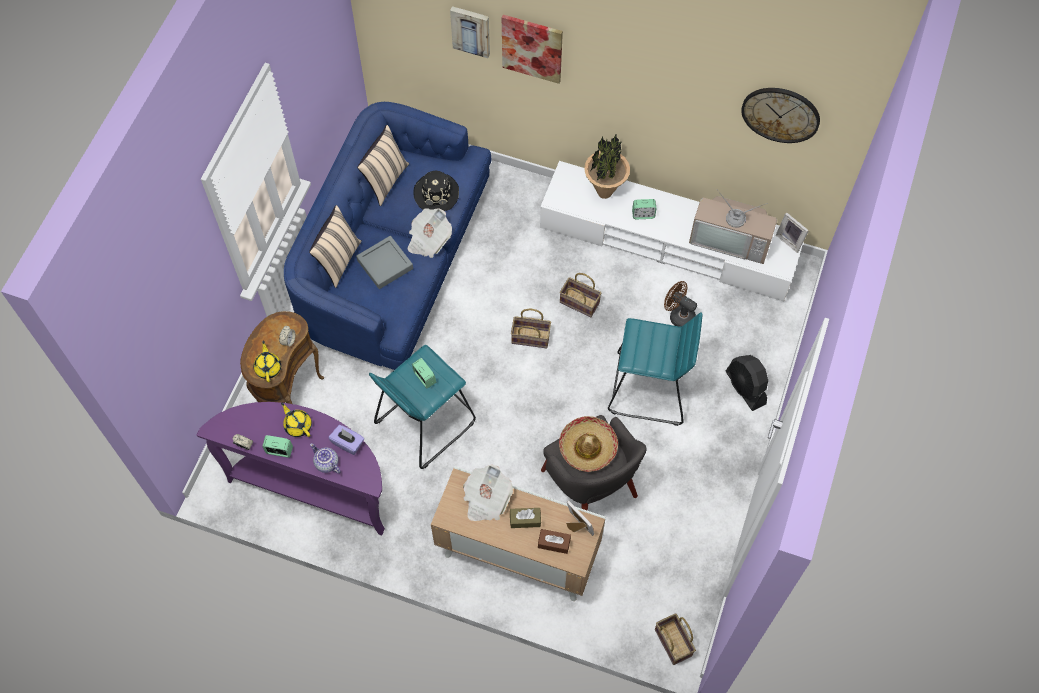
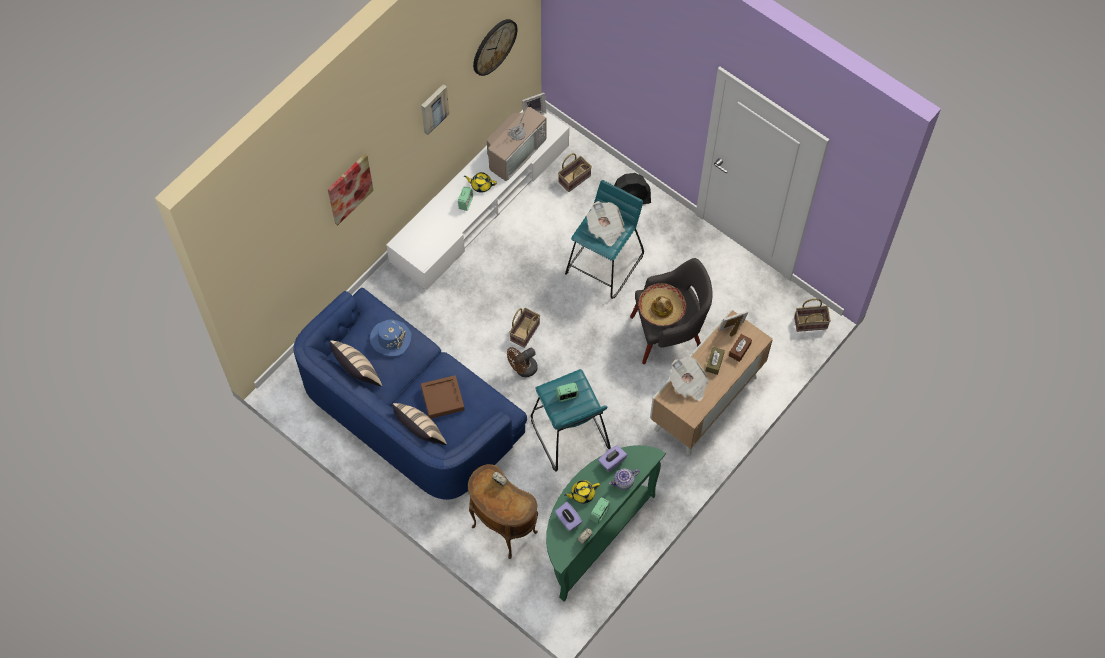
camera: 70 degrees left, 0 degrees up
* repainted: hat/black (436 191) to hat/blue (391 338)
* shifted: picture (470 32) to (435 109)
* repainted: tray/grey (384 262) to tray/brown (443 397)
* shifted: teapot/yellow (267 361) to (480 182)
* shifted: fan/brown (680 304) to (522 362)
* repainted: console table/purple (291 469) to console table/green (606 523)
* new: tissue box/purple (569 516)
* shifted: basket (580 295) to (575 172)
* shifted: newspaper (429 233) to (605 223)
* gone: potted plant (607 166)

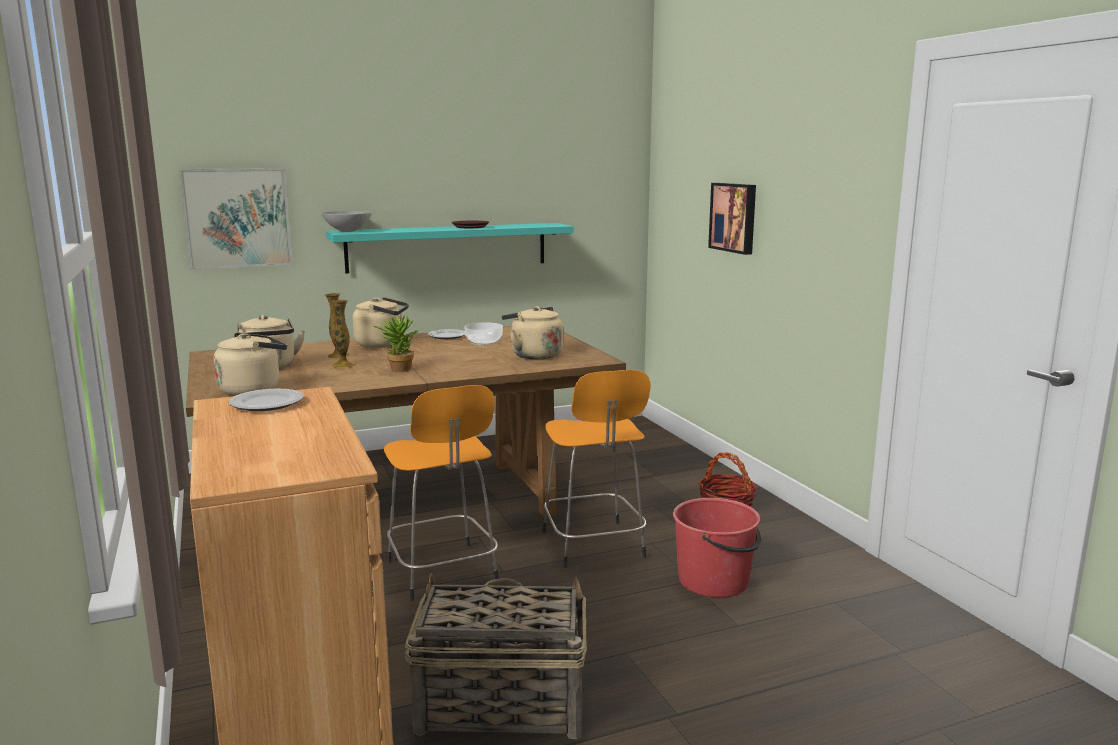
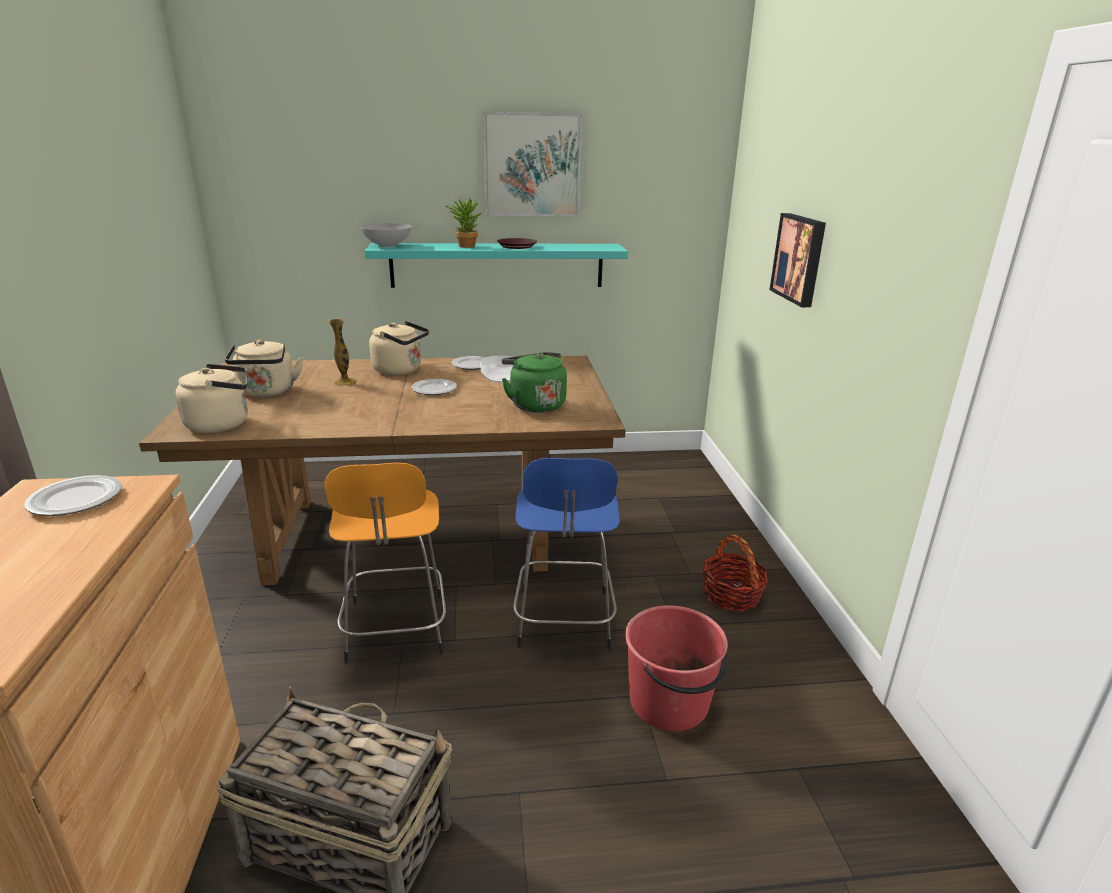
camera: 15 degrees right, 10 degrees up
* new: plate (434 387)
* shifted: potted plant (395 342) to (464 222)
* shifted: picture (235 219) to (532 163)
* repainted: kettle/beige (532 332) to kettle/green (534 382)
* repainted: stool/orange (596 469) to stool/blue (566 554)
* gone: vase (343 334)

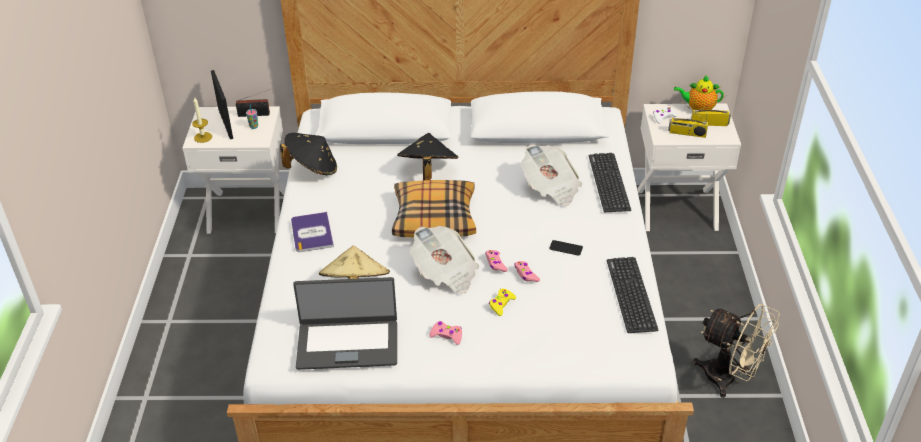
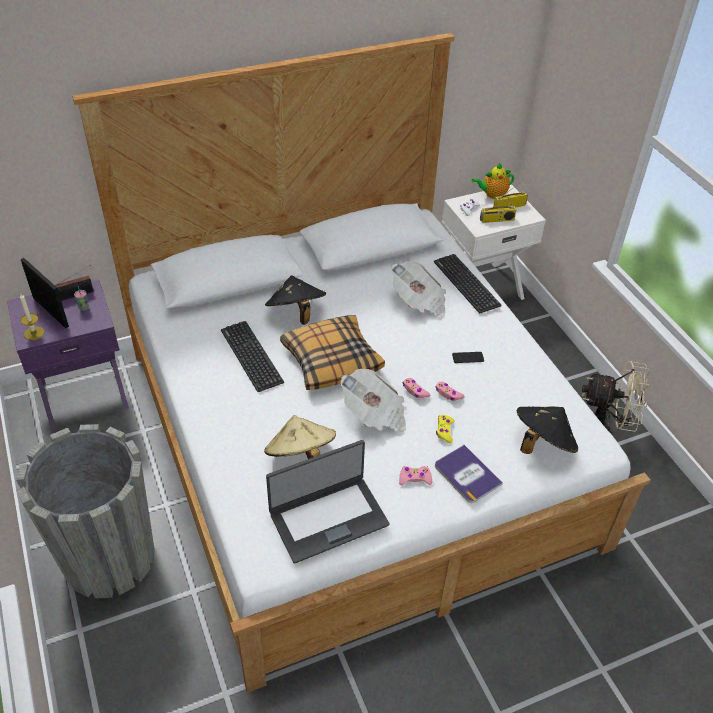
camera: 25 degrees left, 5 degrees up
* repainted: nightstand/white (234 170) to nightstand/purple (68 355)
* new: planter/grey (85 511)
* shifted: keyboard (632 295) to (252 356)
* shifted: book (312 232) to (469 474)
* shifted: hat/black (308 154) to (547 430)

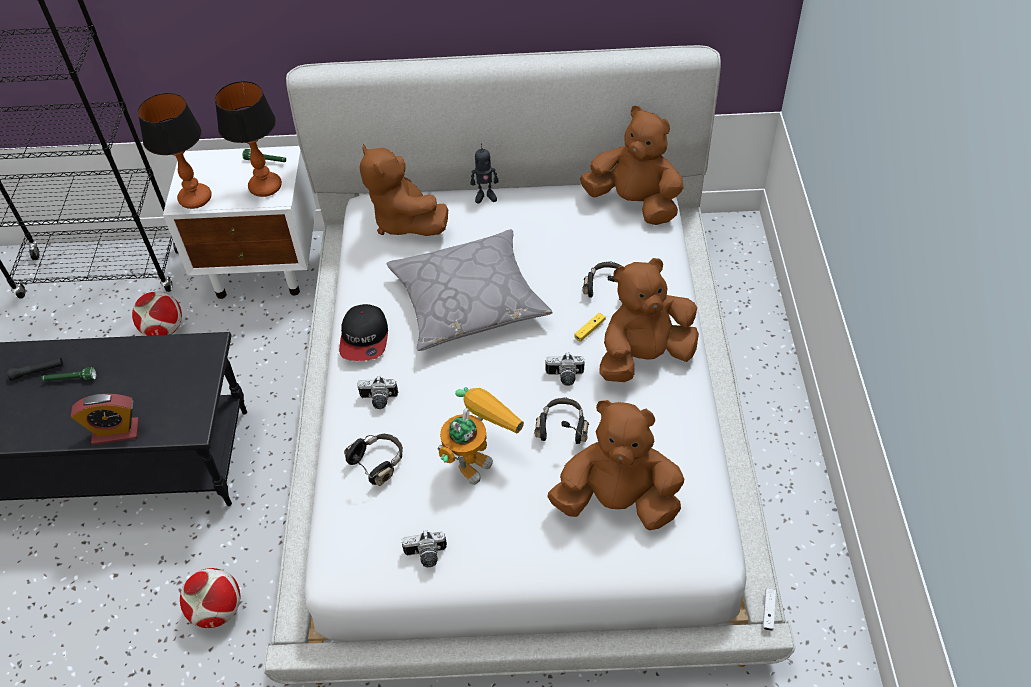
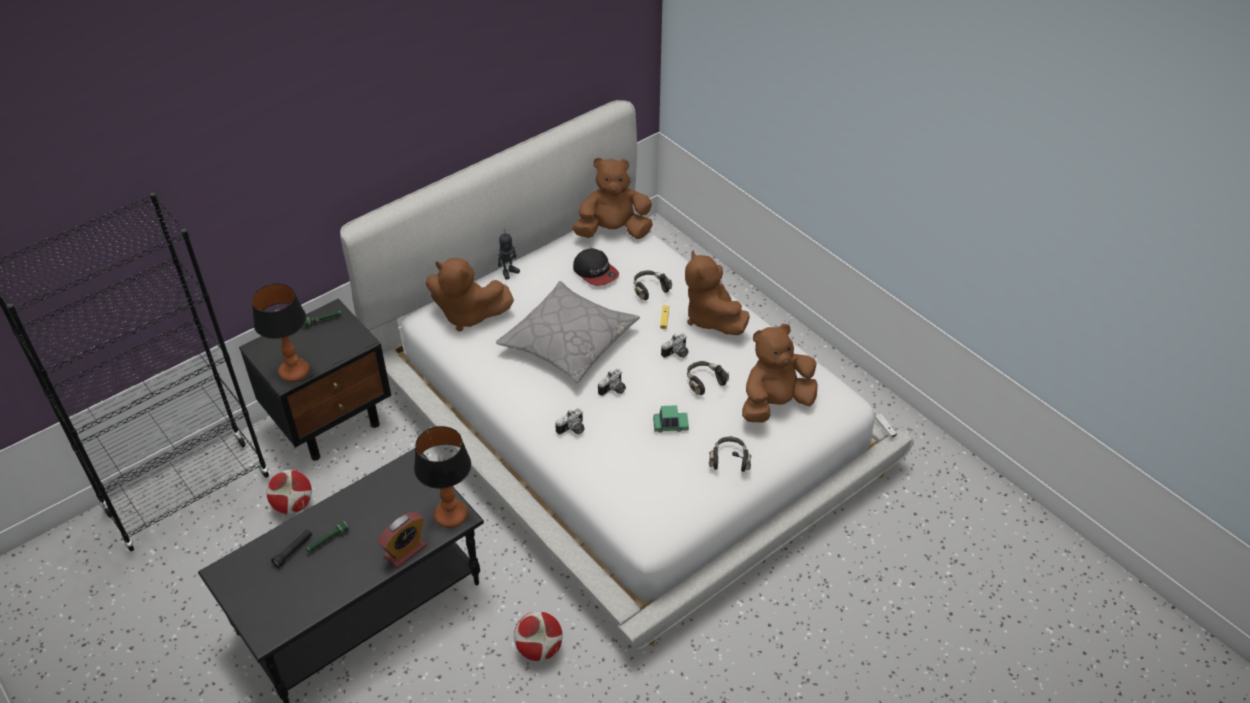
camera: 40 degrees left, 5 degrees down
* repainted: nightstand/white (239 222) to nightstand/black (315 380)
* shifted: table lamp (248 139) to (442 477)
* shifted: cap (363 332) to (596 267)
* shifted: photo camera (424 548) to (612 382)
* swapped: toy robot (481 436) to toy car (671 419)
* rotated: plush toy/brown (649 320) = (717 292) 45 degrees counterclockwise
* shifted: headphones/black (373 460) to (730 454)

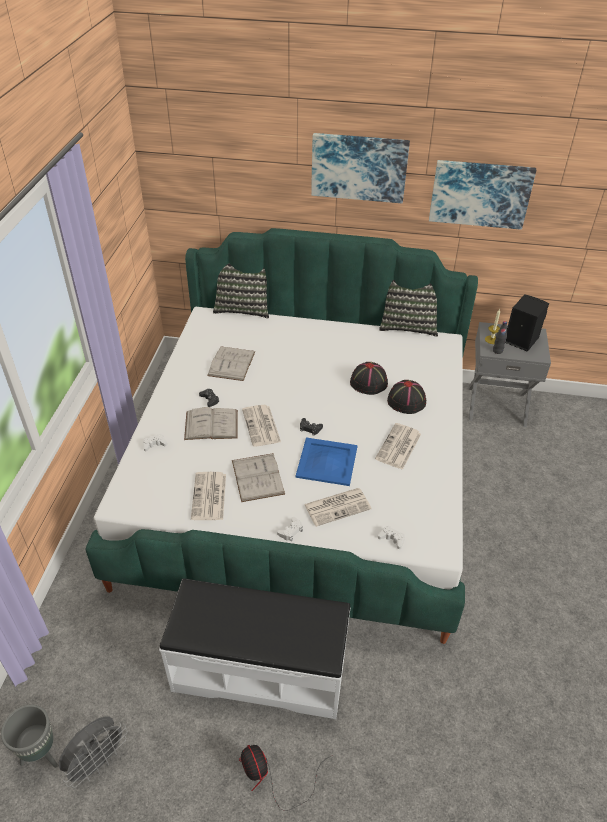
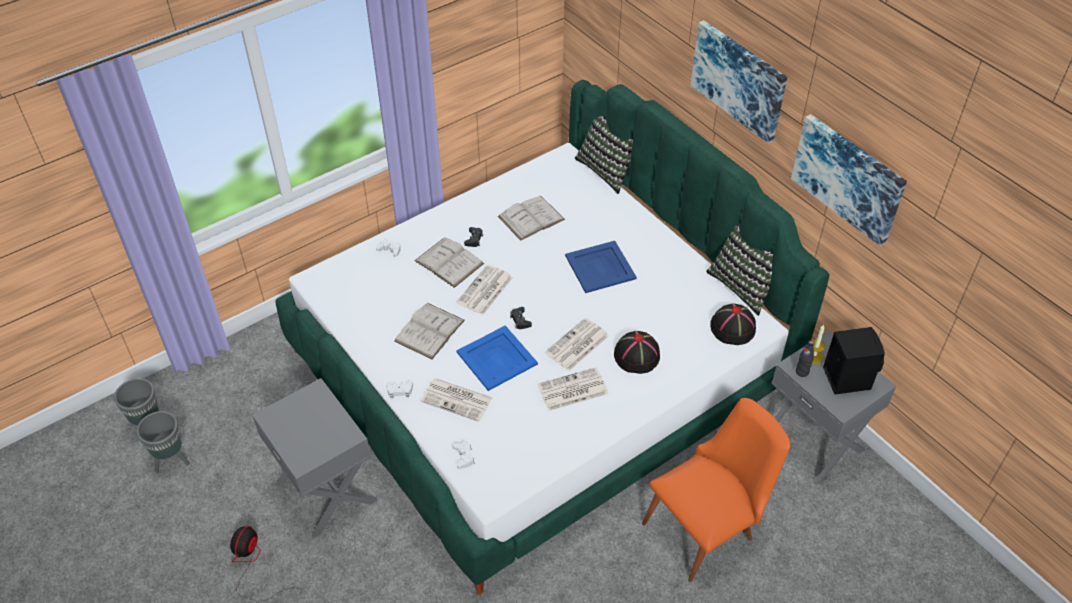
camera: 45 degrees right, 5 degrees up
* swapped: fan/grey (93 752) to planter/grey (163 442)
* swapped: bench/white (254 648) to nightstand/grey (315 458)
* shifted: newspaper (208 496) to (577 344)
* new: tray/blue (601 267)
* new: chair/orange (716 490)
* shifted: hat/black (369 378) to (733 324)

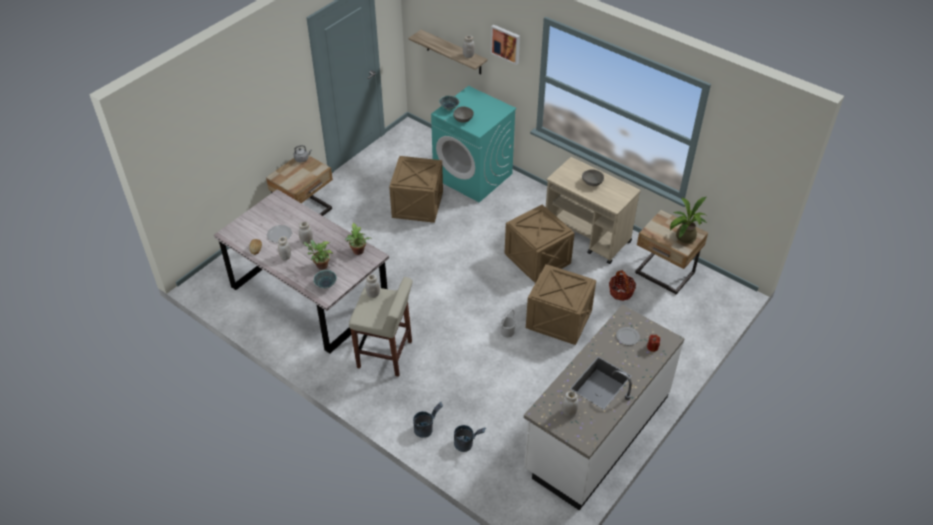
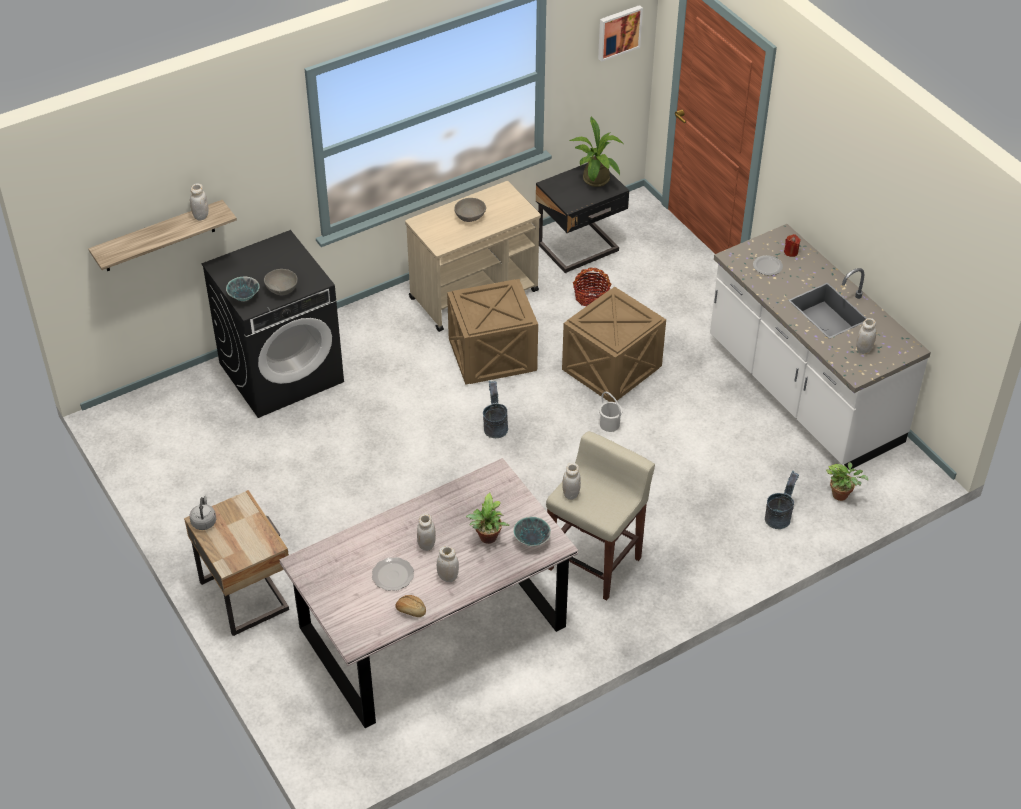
camera: 70 degrees left, 0 degrees up
* repainted: washing machine/turquoise (474 144) to washing machine/black (272 324)
* shifted: bucket/grey (428 420) to (495 409)
* repainted: nightstand/beige (671 252) to nightstand/black (582 218)
* shifted: picture (505 45) to (620 33)
* shifted: potted plant (358 239) to (847 481)
* gone: crate (416 189)

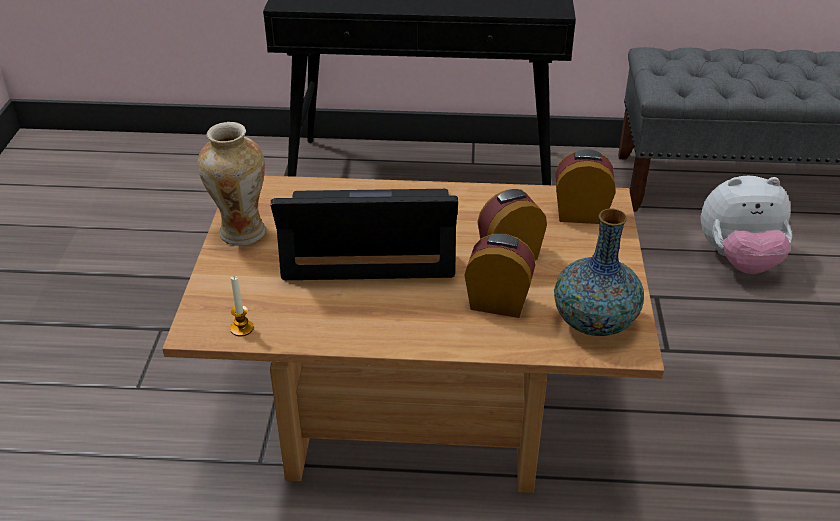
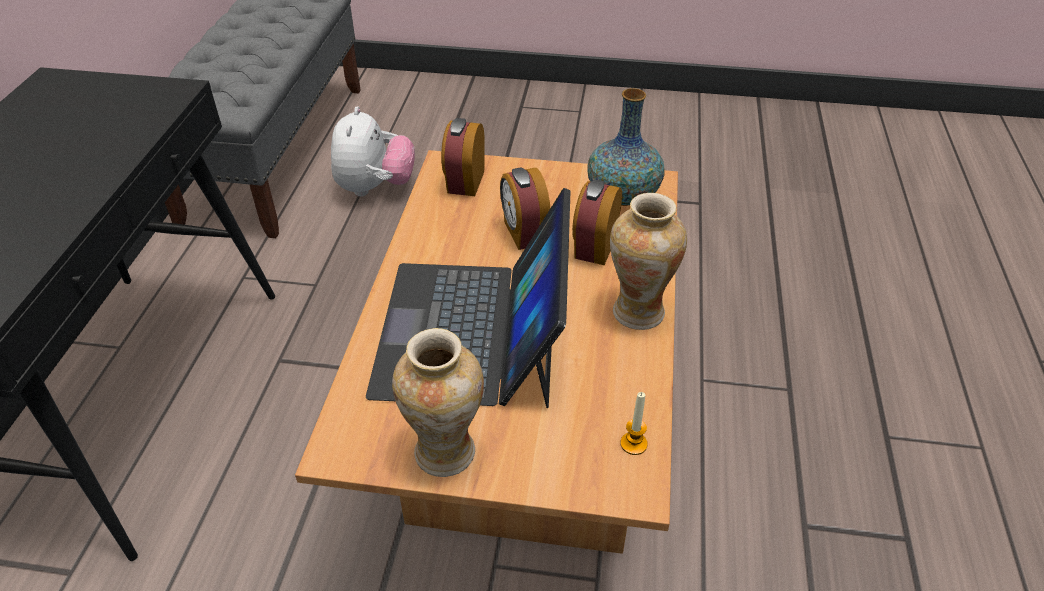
camera: 85 degrees left, 5 degrees up
* new: vase (648 261)

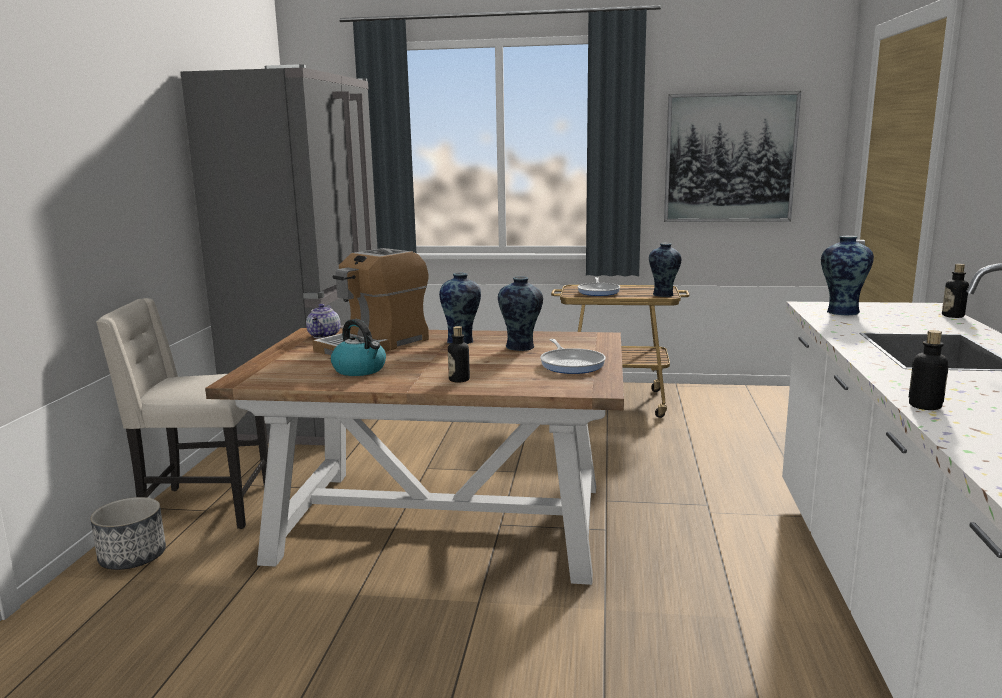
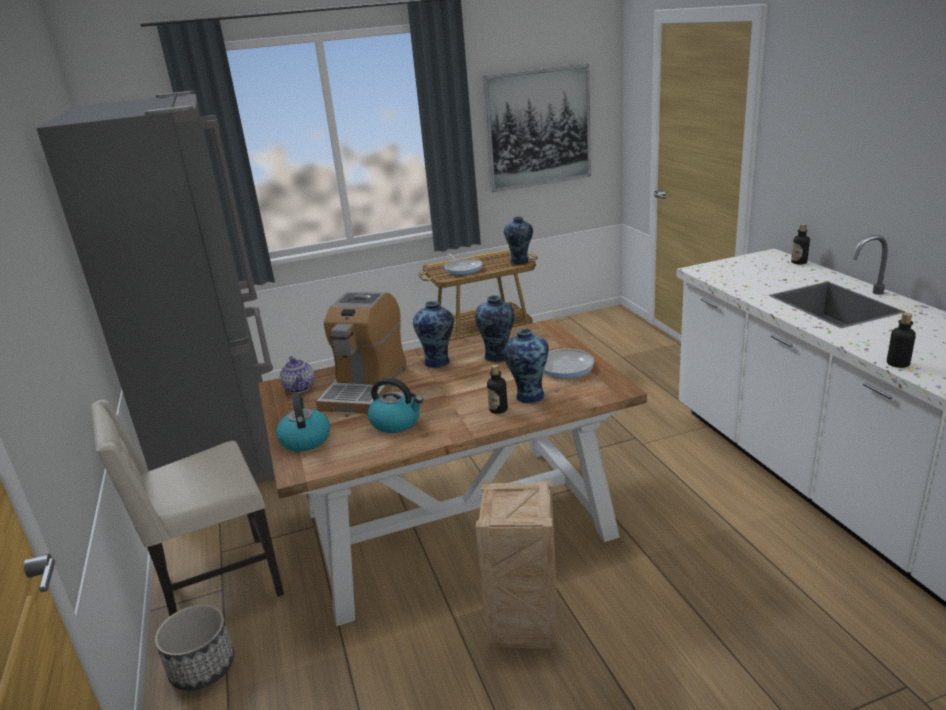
camera: 25 degrees left, 10 degrees up
* new: kettle (303 422)
* new: crate (517 565)
* shifted: vase (847 276) to (526 366)

